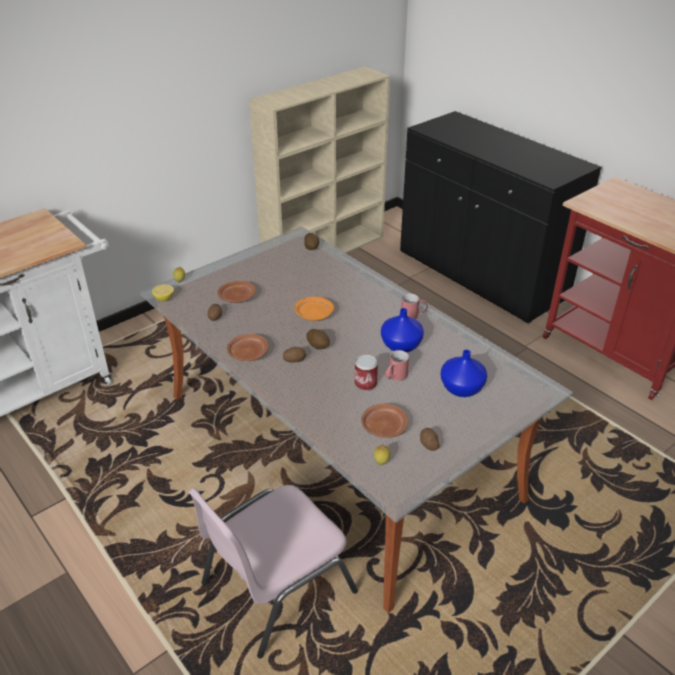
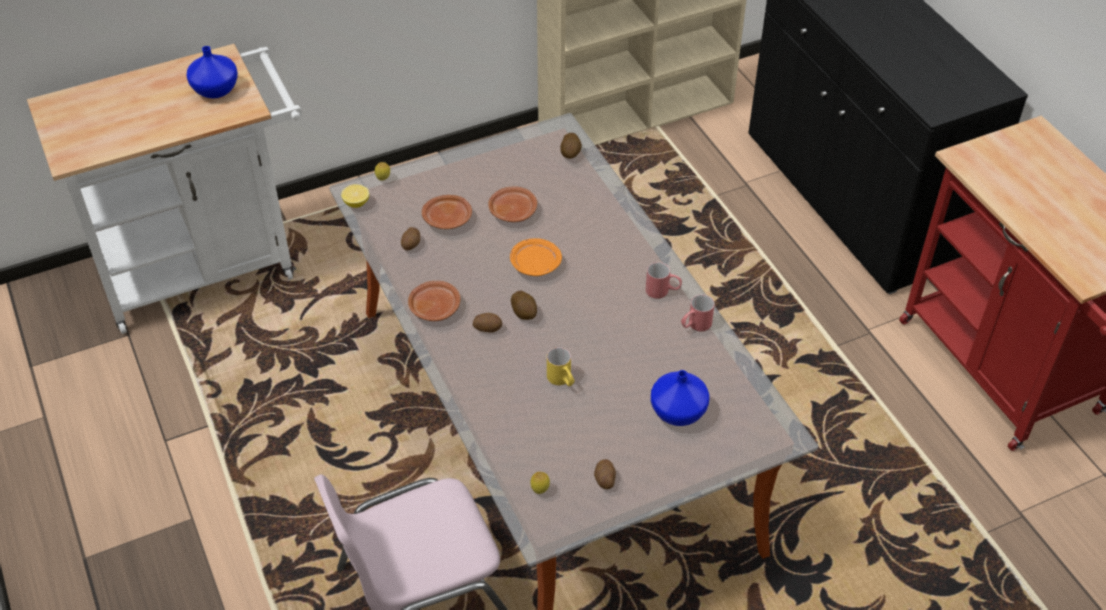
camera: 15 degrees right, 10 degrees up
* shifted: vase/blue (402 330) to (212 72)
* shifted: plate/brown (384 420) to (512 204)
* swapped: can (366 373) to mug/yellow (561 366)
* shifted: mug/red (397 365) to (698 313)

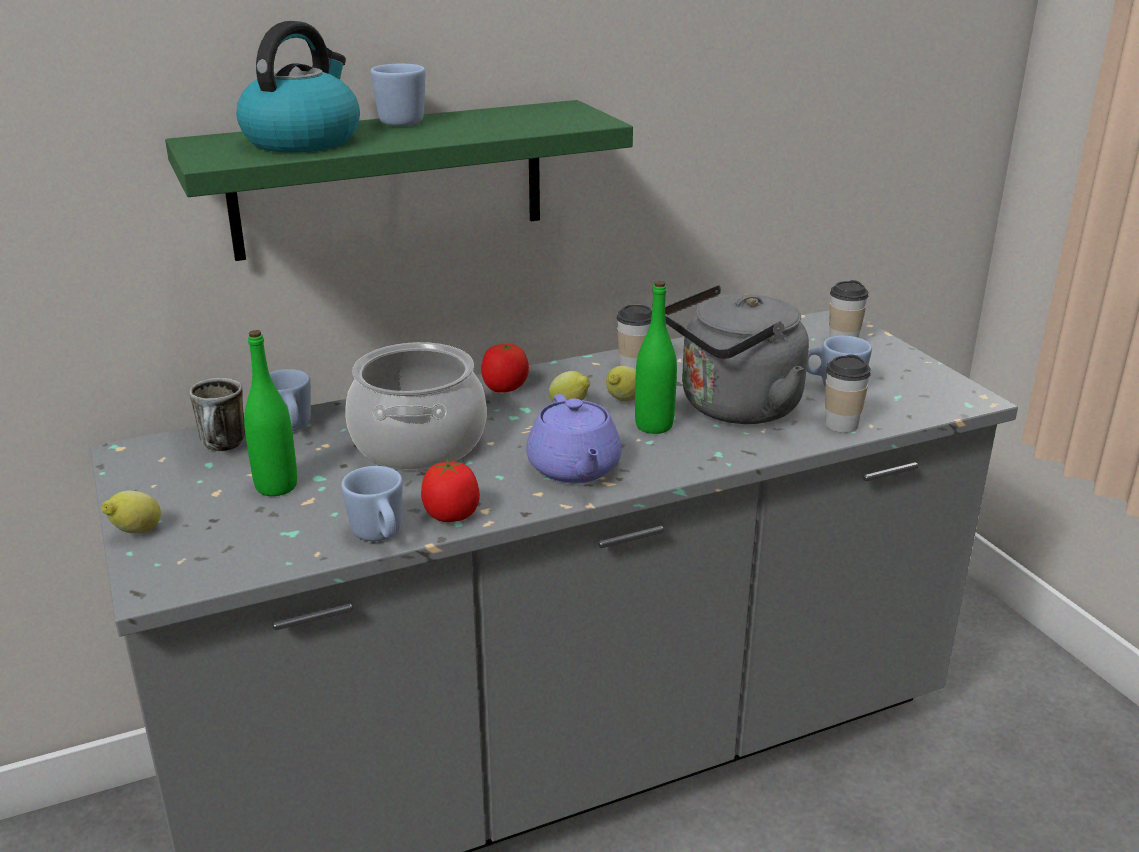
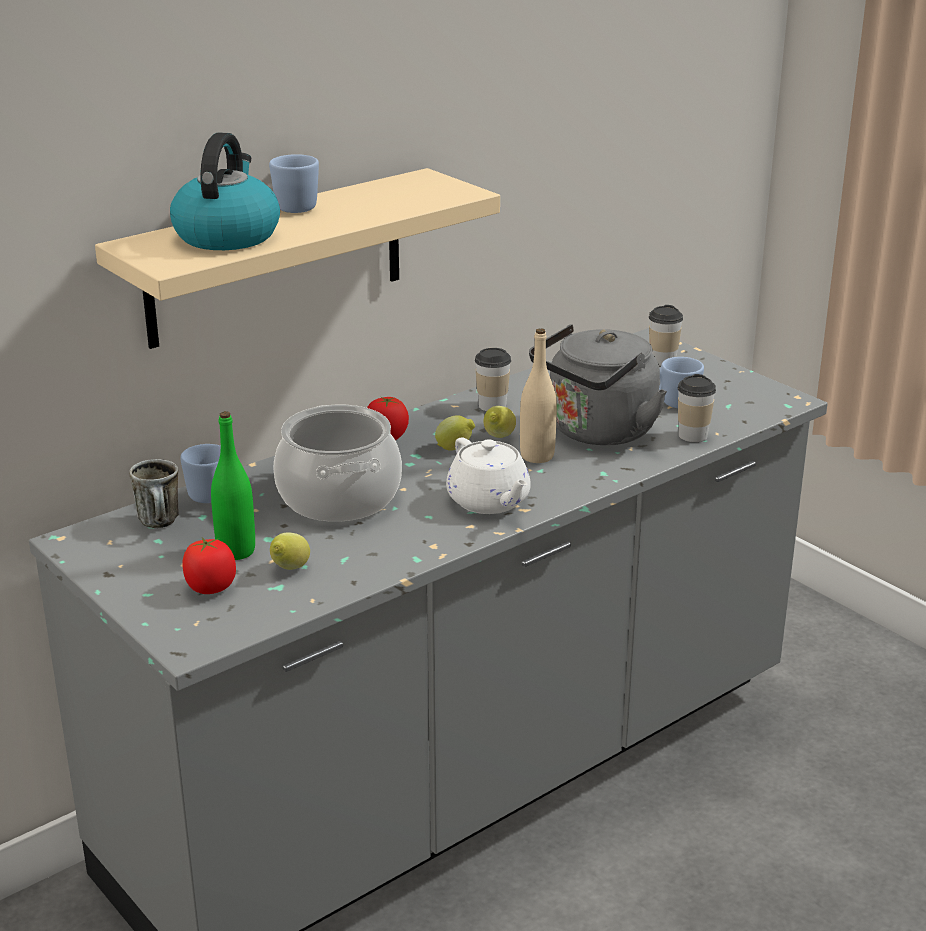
camera: 15 degrees left, 0 degrees up
* repainted: shelf/green (399 180) to shelf/beige (297 258)
* shifted: tomato (450 490) to (209 565)
* shifted: lemon (131 512) to (290 551)
* repainted: teapot/purple (574 438) to teapot/white (488 476)
* repainted: bottle/green (656 357) to bottle/beige (538 395)
* gone: mug/blue (372 503)

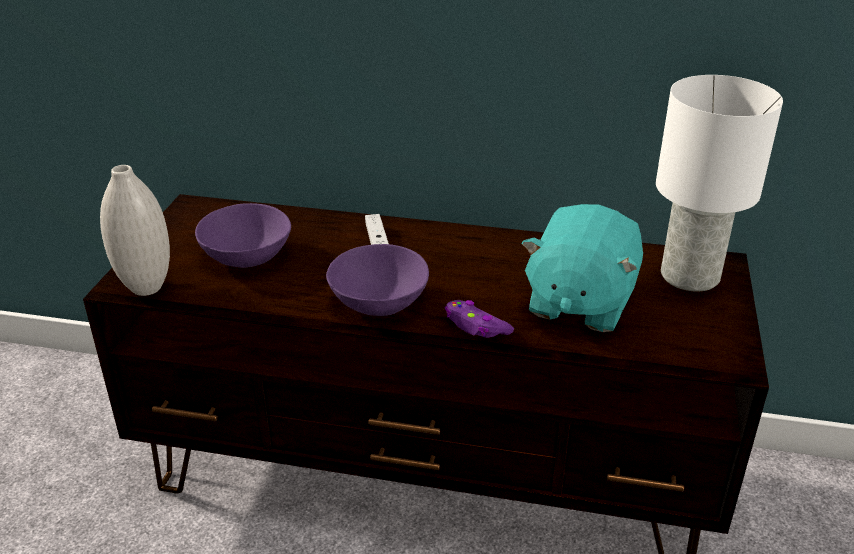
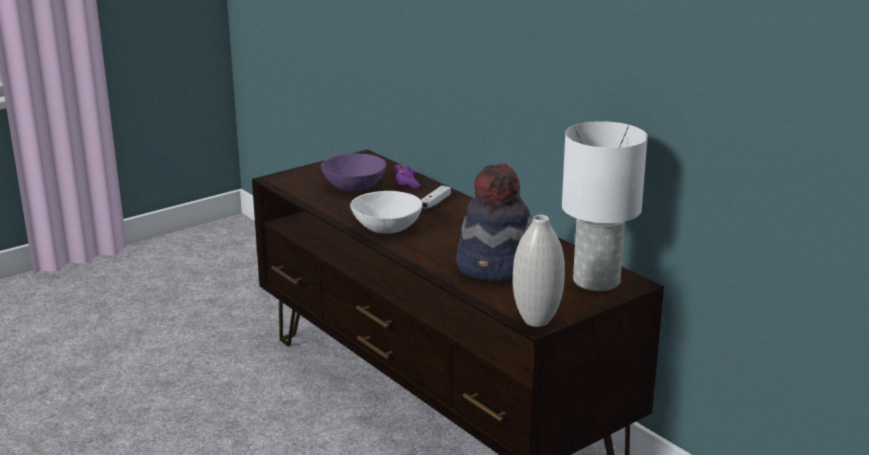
camera: 40 degrees right, 10 degrees down
* repainted: bowl/purple (377 280) to bowl/white (386 212)
* shifted: game controller/purple (479 319) to (407 177)
* swapped: plush toy/turquoise (582 268) to hat (494 223)
* shifted: vase/white (135 230) to (539 271)

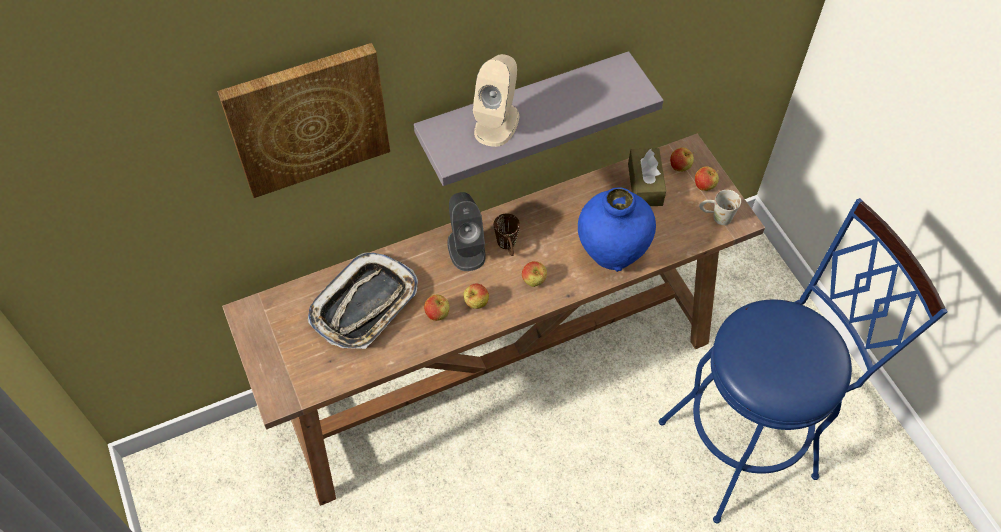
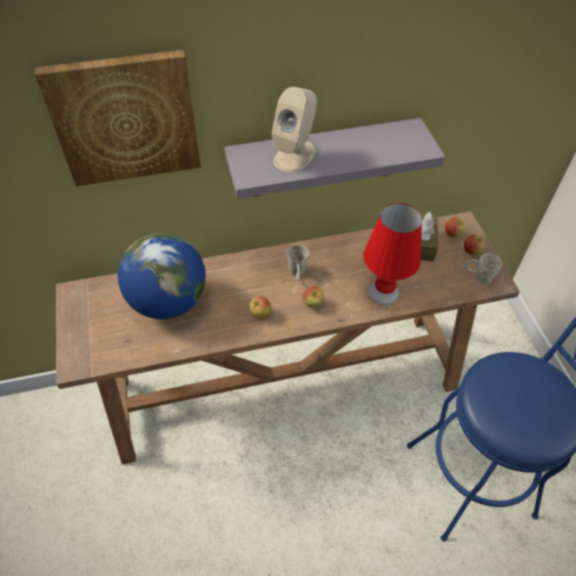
camera: 10 degrees right, 5 degrees down
* swapped: tray (363 300) to globe (162 276)
* repainted: mug/brown (507 234) to mug/white (298 263)
* swapped: vase/blue (617 229) to table lamp/red (392 254)
* gone: apple (437 308)
* gone: speaker/grey (466 231)

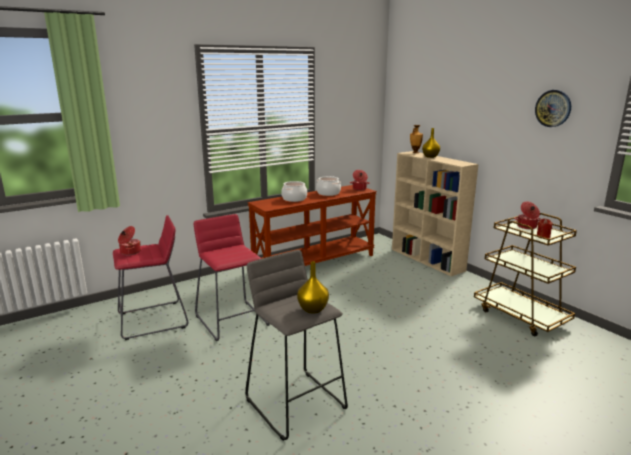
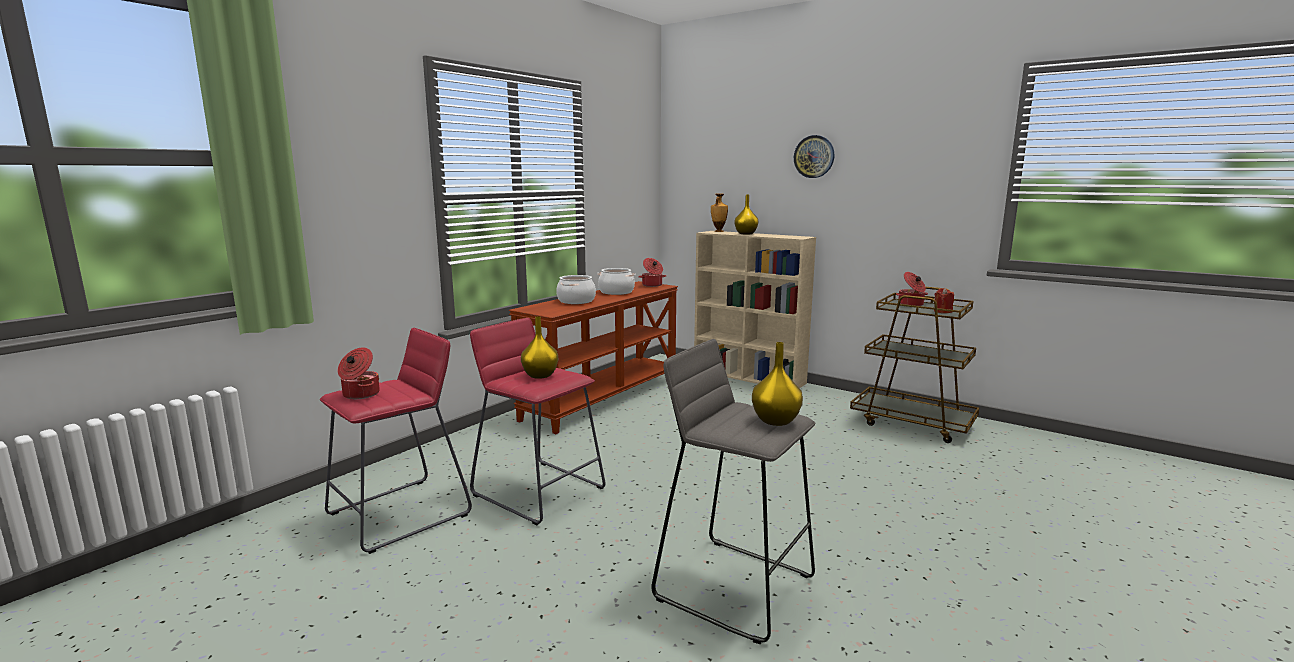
camera: 20 degrees left, 5 degrees down
* new: vase/yellow (539 347)
* shifted: wall clock (553 108) to (814 156)

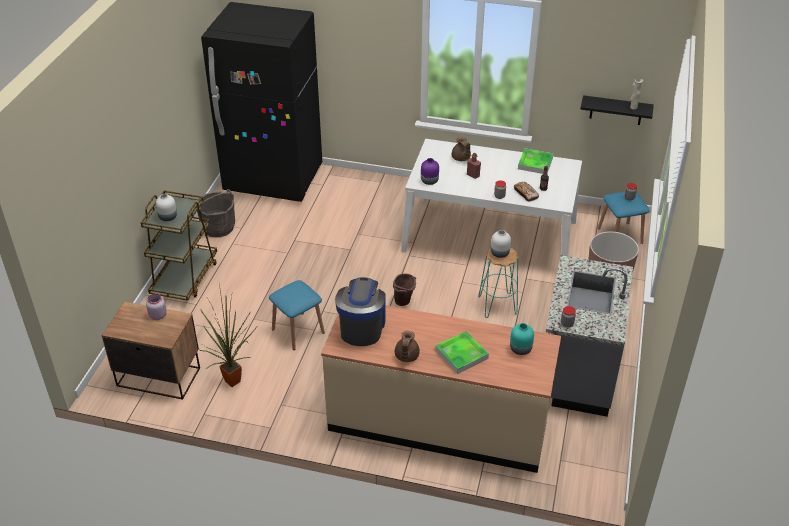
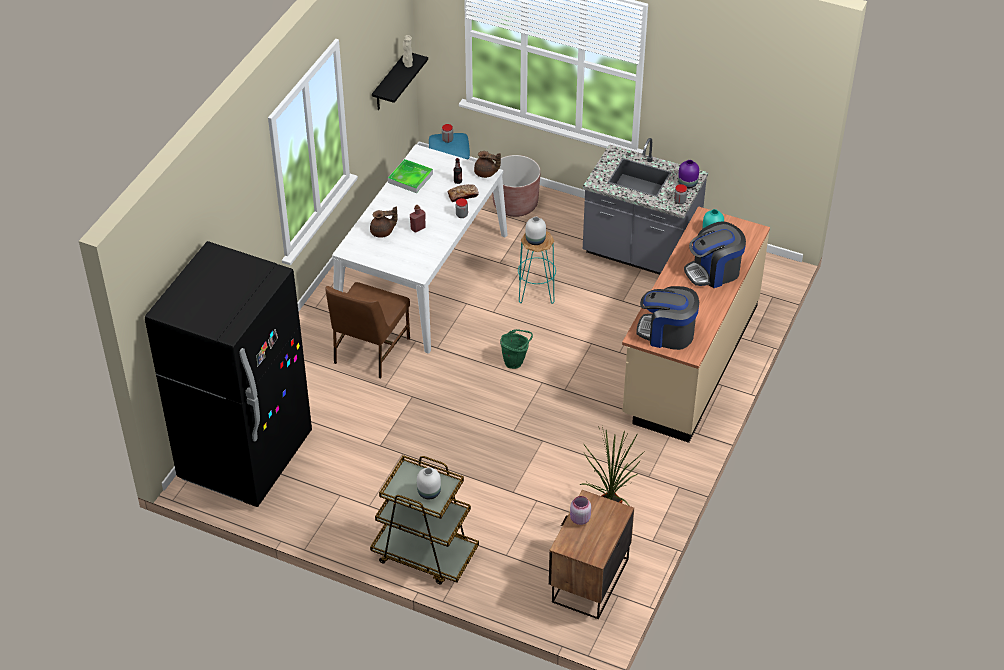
camera: 80 degrees left, 5 degrees up
* new: chair/brown (367 330)
* shifted: teapot/brown (407 346) to (487 164)
* repainted: bucket/brown (404 289) to bucket/green (516 349)
* shifted: vase/purple (430 171) to (688 174)
* swapped: tray (462 352) to coffee machine (715 254)
* gone: bucket/grey (216 213)
* gone: stool/blue (297 315)

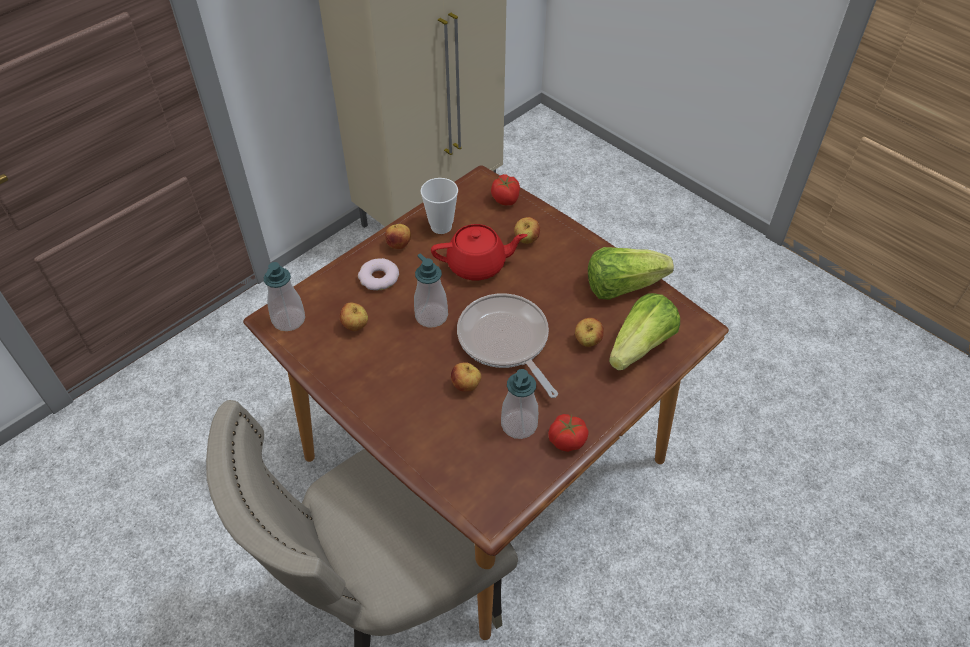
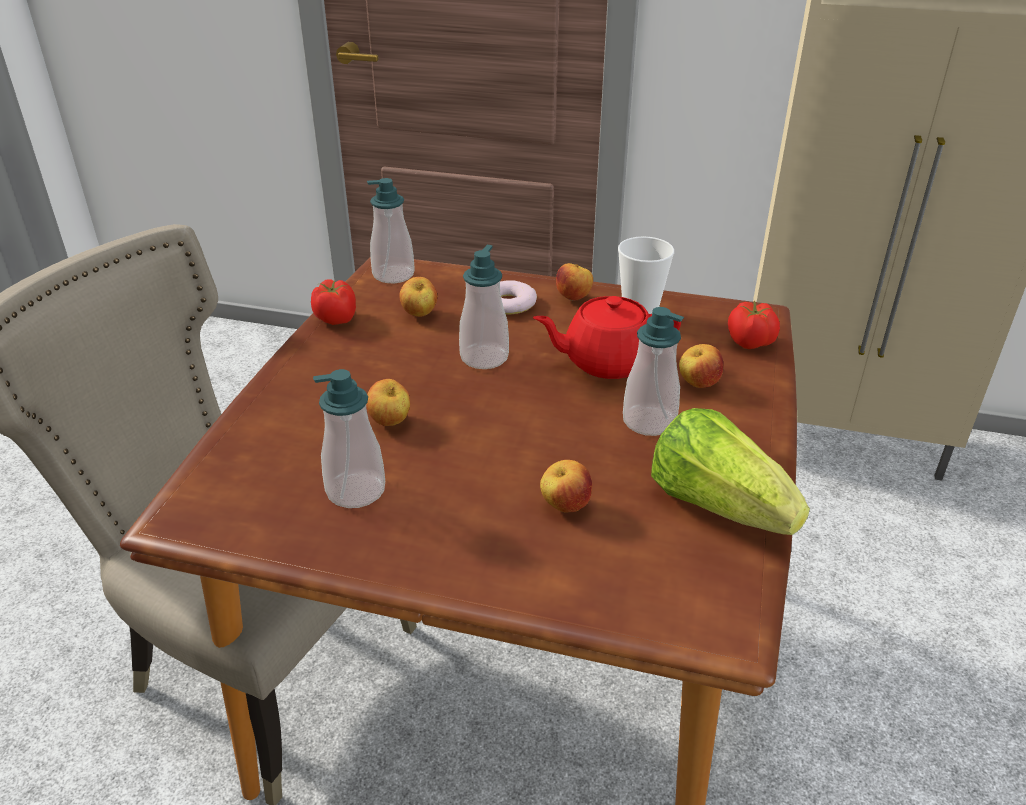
camera: 60 degrees right, 15 degrees down
* shifted: tomato (568 433) to (333 302)
* rotated: teapot/red (479 252) = (607 337) 120 degrees clockwise
* new: soap dispenser (653 371)
* gone: frying pan (507 345)
* gone: lettuce (644 332)

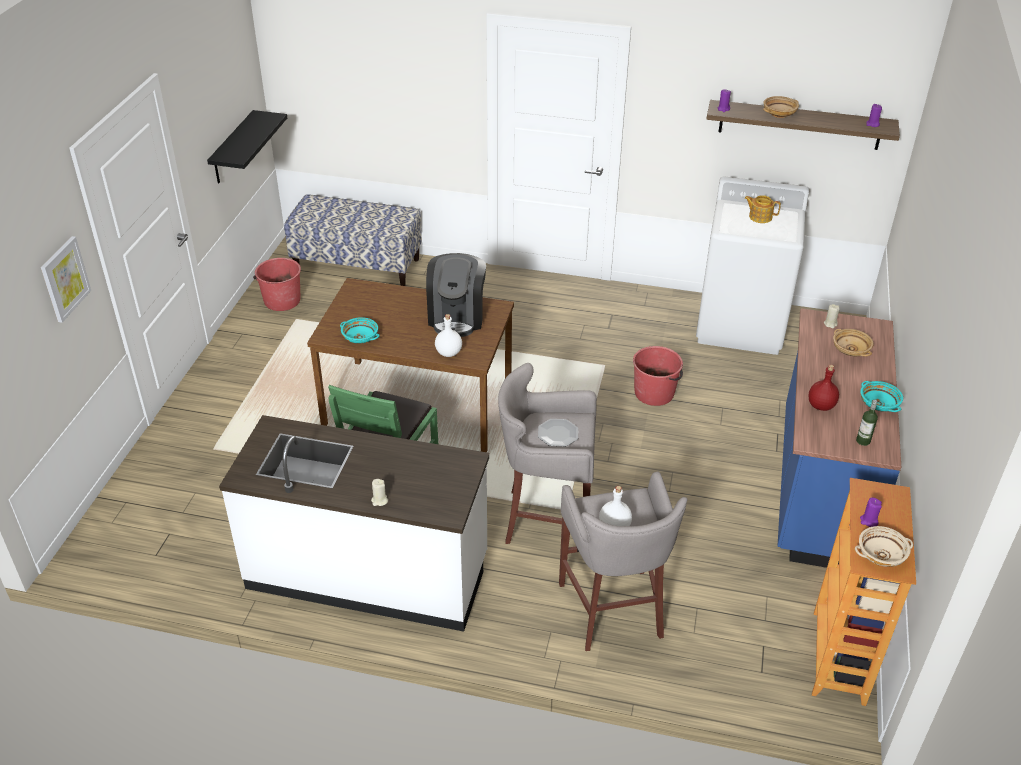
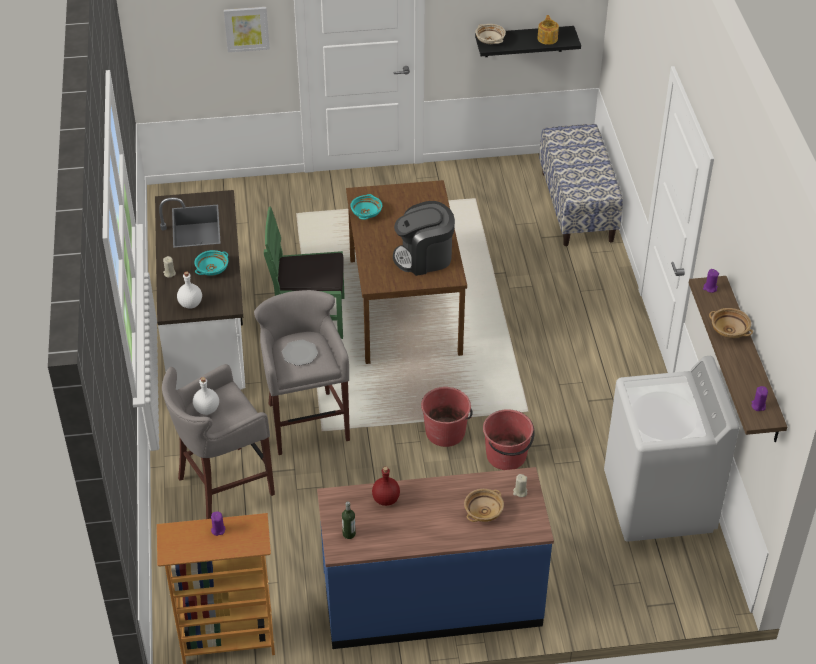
camera: 70 degrees right, 5 degrees up
* shifted: bottle/white (448 335) to (189 290)
* shifted: bowl/turquoise (881 396) to (211 263)
* shifted: bucket/red (277 284) to (447 417)
* shifted: bowl/beige (884 546) to (490 34)
* shifted: teapot (762 209) to (548 30)

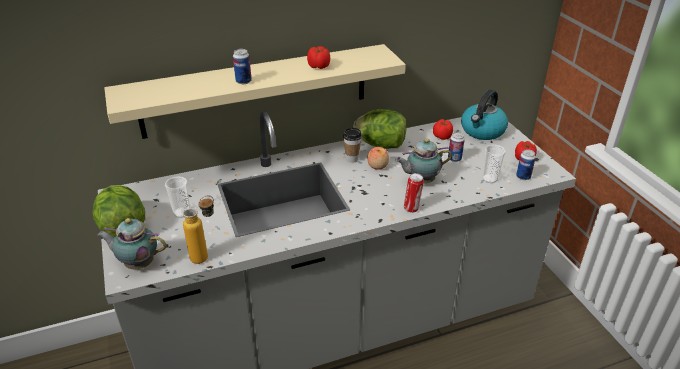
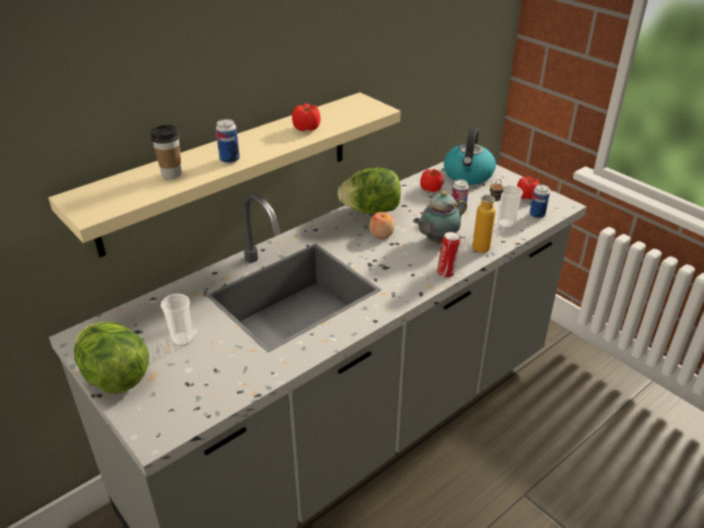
camera: 20 degrees left, 0 degrees up
* shifted: cup (352 145) to (166 152)
* shifted: bottle (198 229) to (488 216)
* gone: teapot (132 243)

